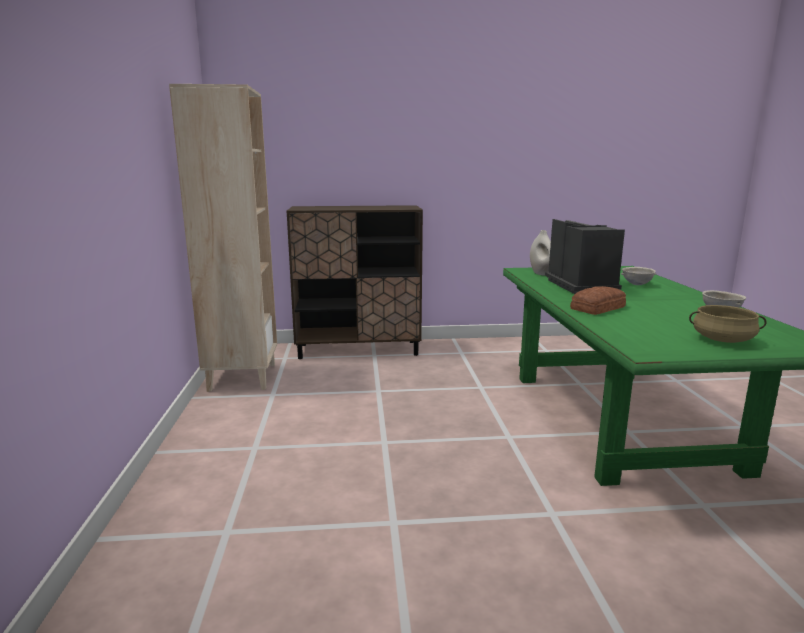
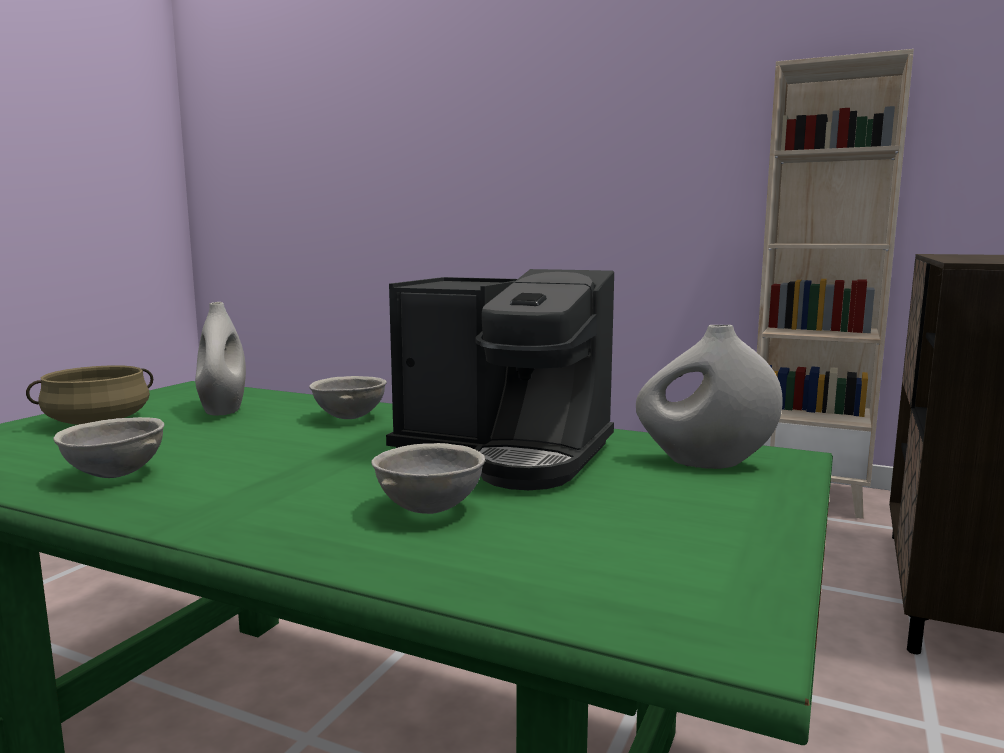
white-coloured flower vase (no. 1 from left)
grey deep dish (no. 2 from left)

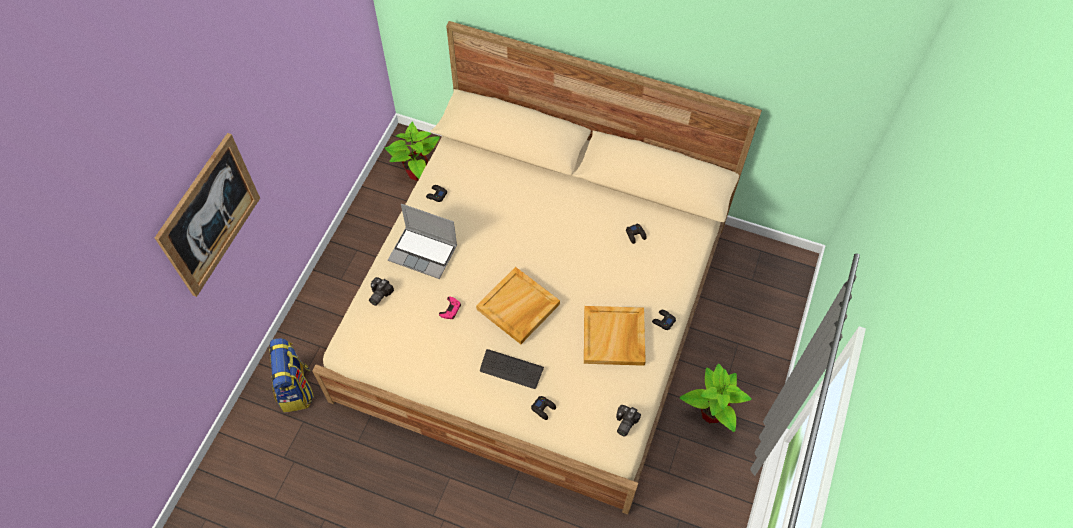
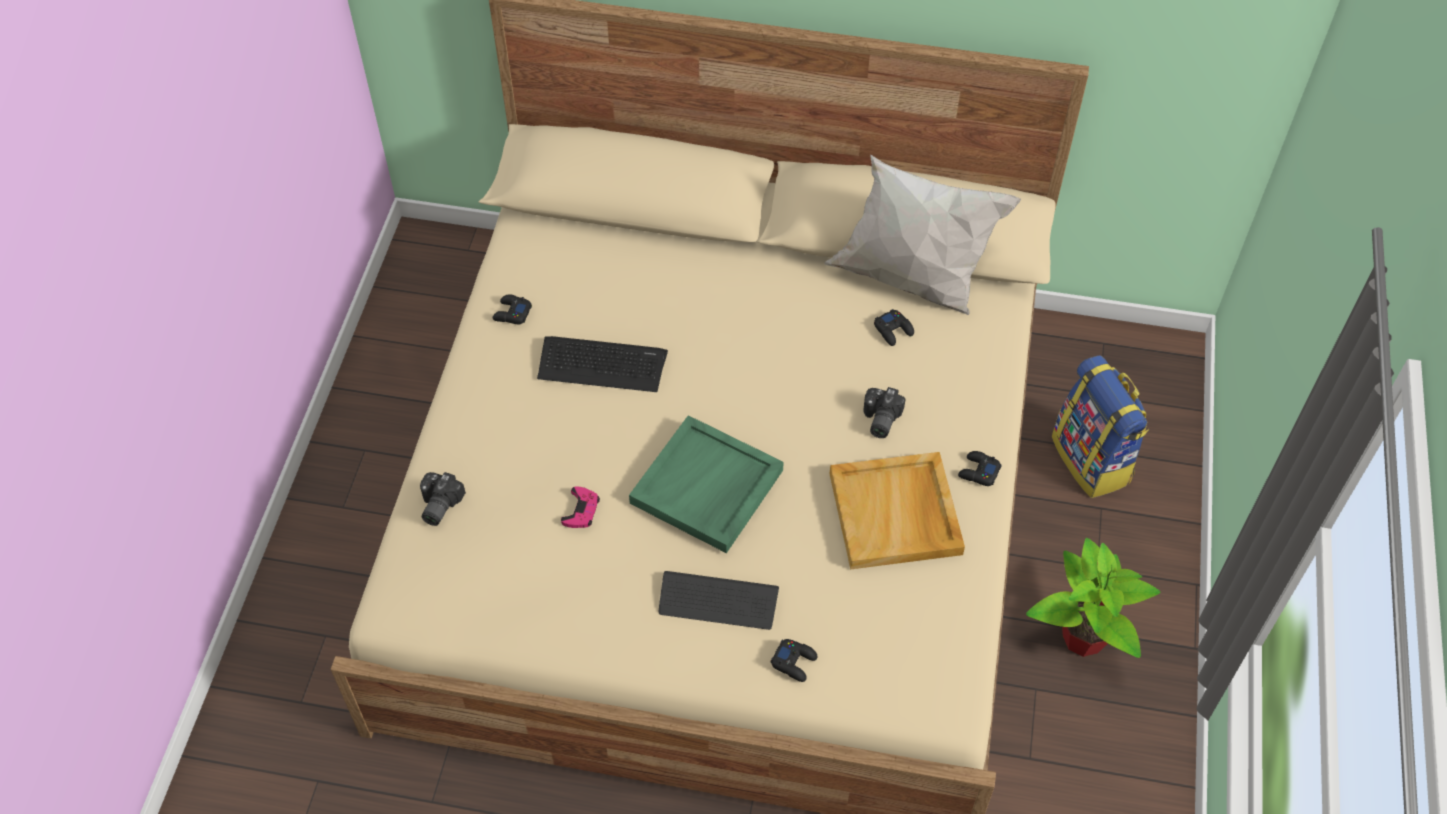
keyboard (no. 1 from left)
green-coloured carrying tray
white-coloured pillow
photo camera (no. 2 from left)
knapsack
wall art
potted plant (no. 1 from left in the first image)
portable computer

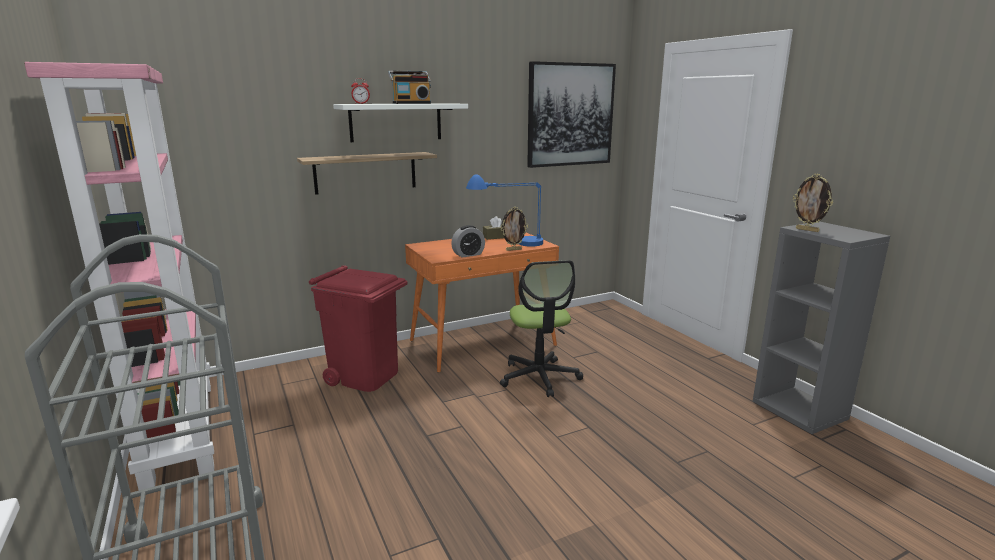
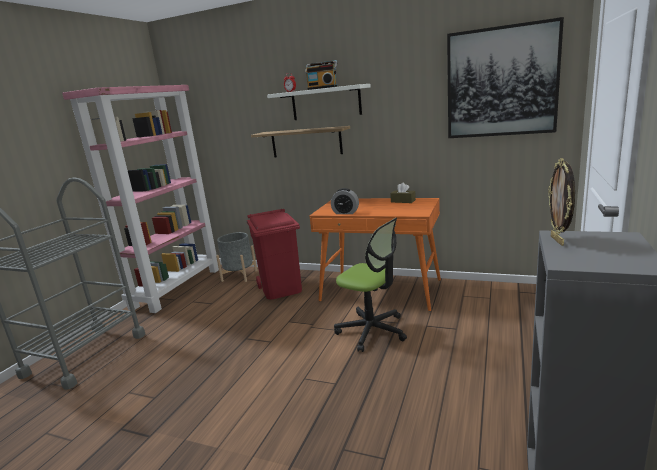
grey planter
computer chair
blue-coloured tabletop lamp
photo frame (no. 1 from left in the first image)

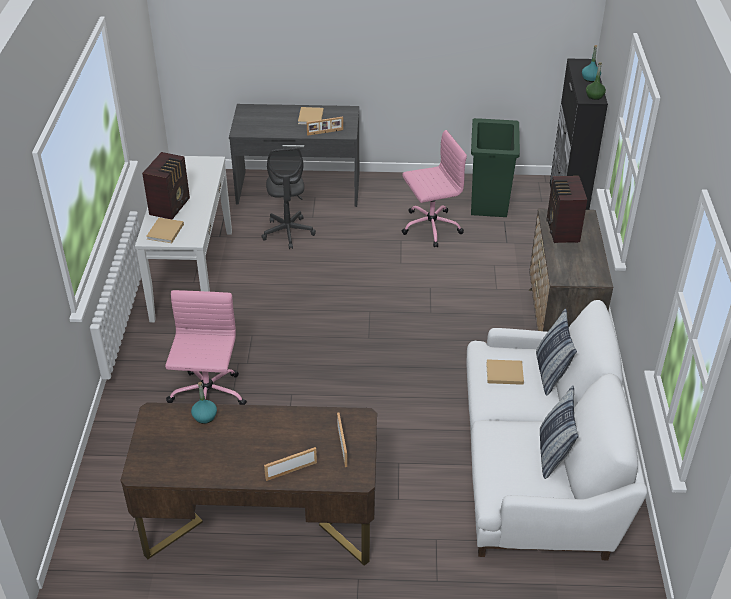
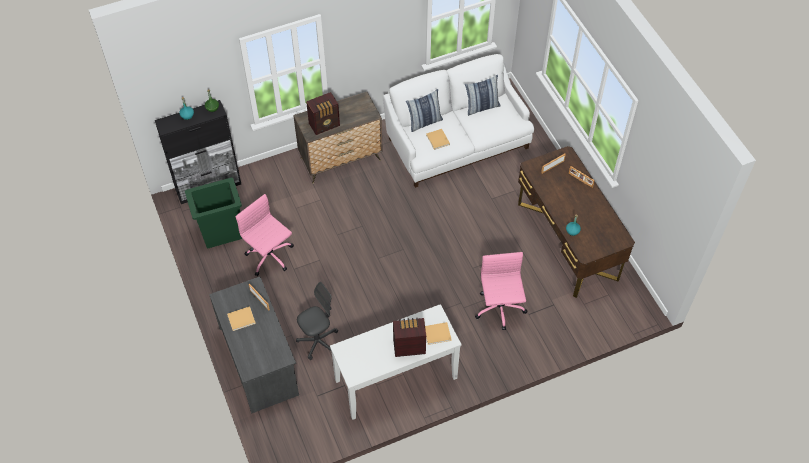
pinkish computer chair (no. 2 from left)

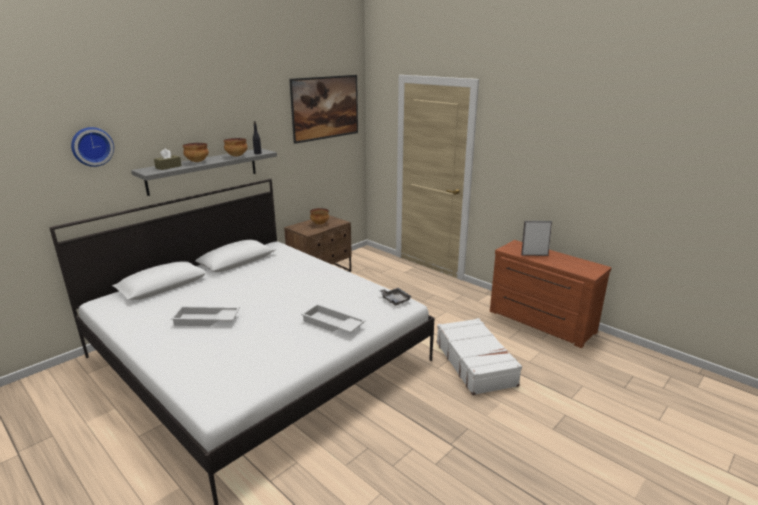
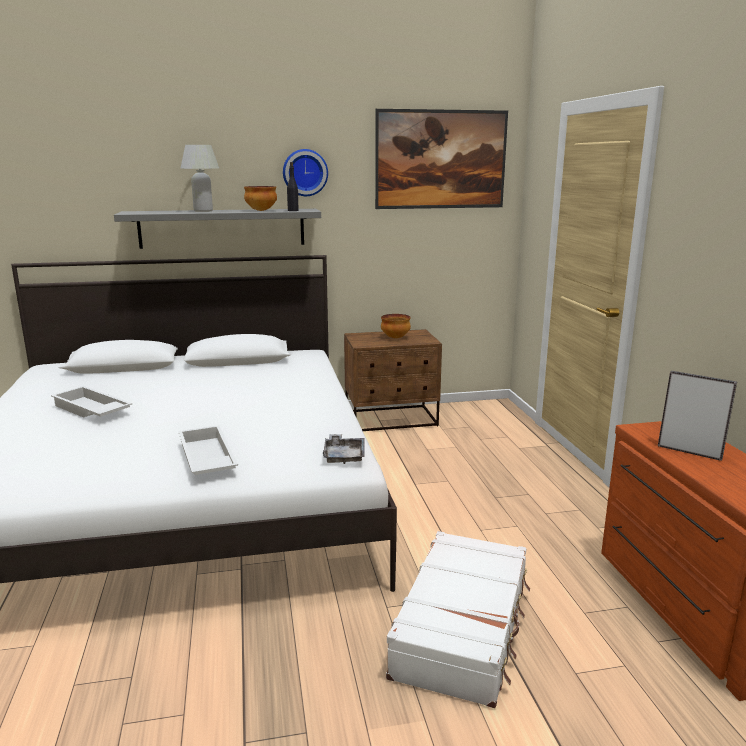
white-coloured tabletop lamp
clock on the wall
brown tissue holder

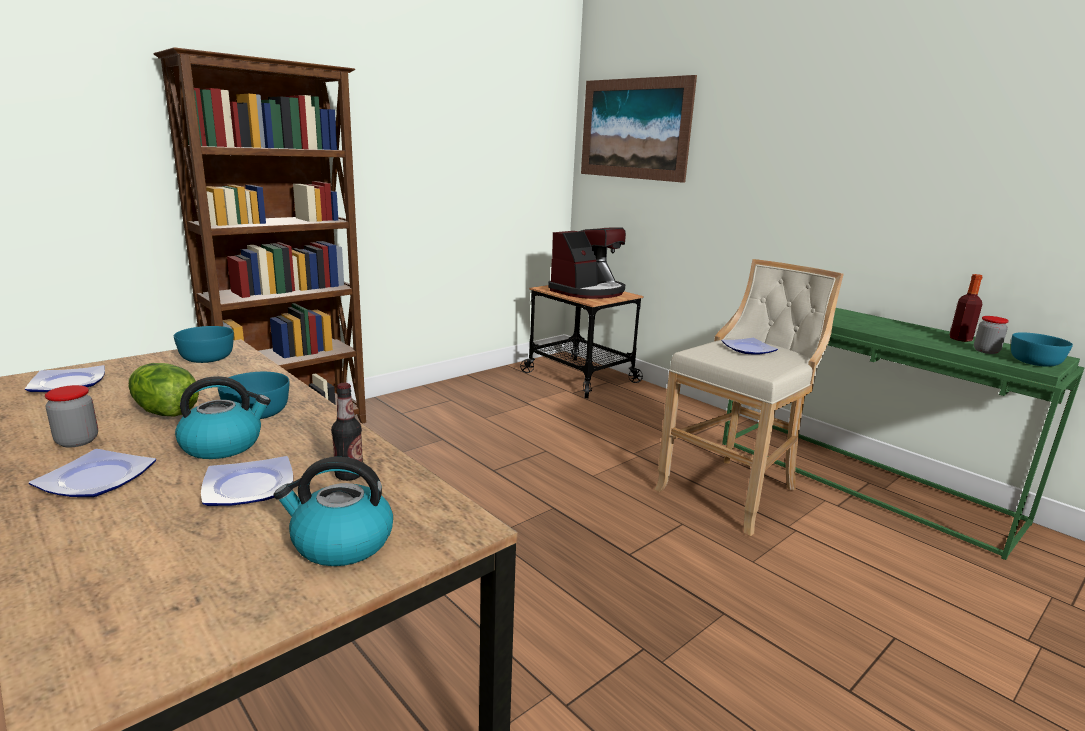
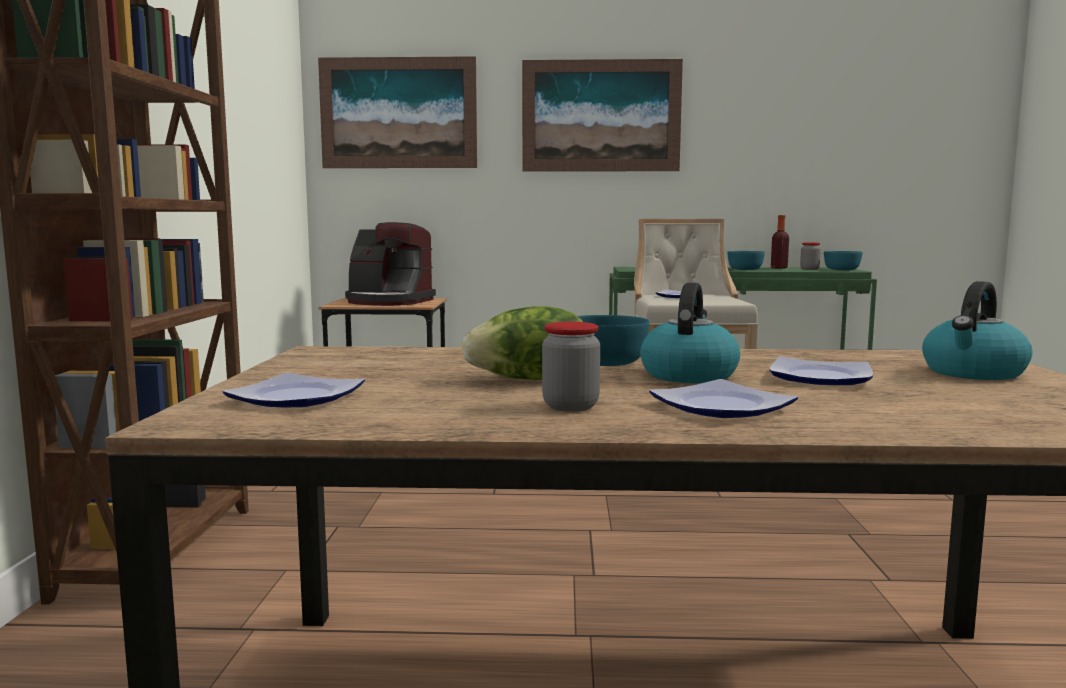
coffee machine
wall art (no. 2 from left)
turquoise-coloured deep dish (no. 2 from left)
drink bottle (no. 1 from left in the first image)

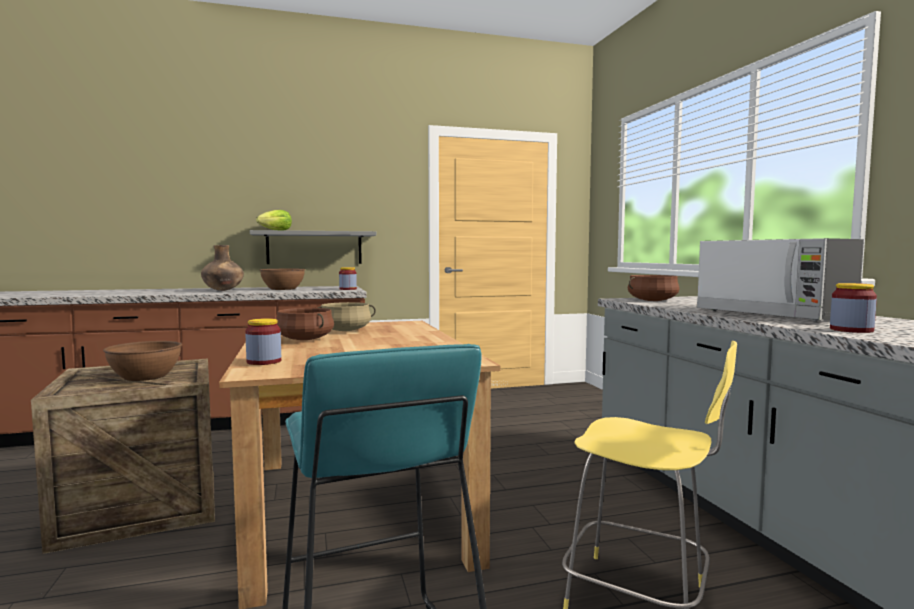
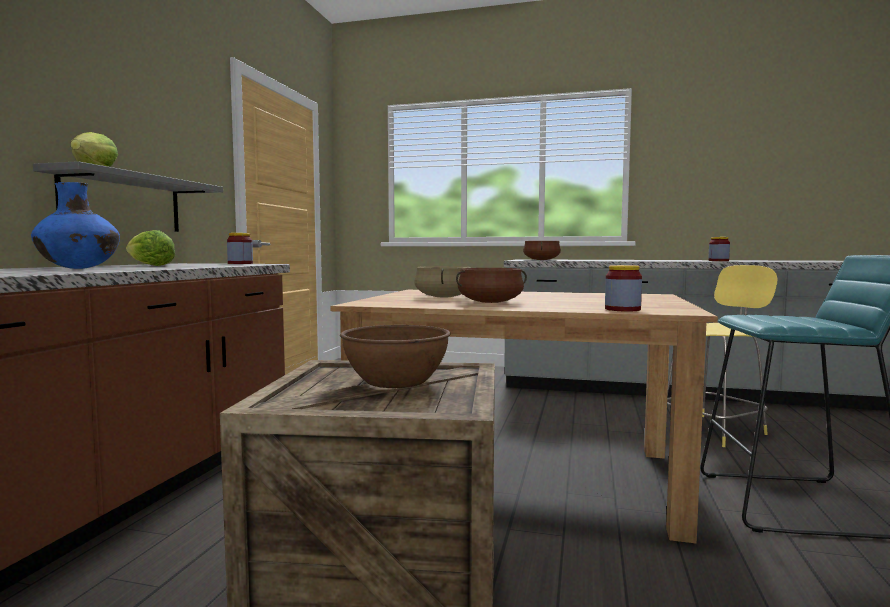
blue-coloured flower vase
lettuce head (no. 2 from left)
microwave

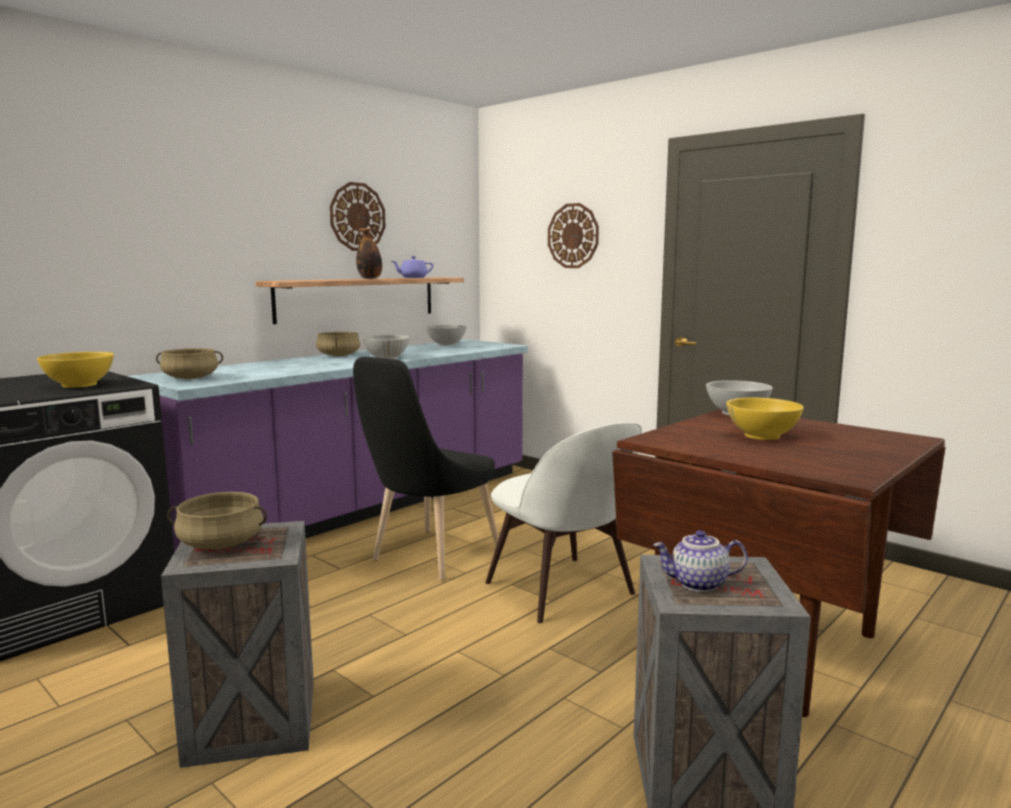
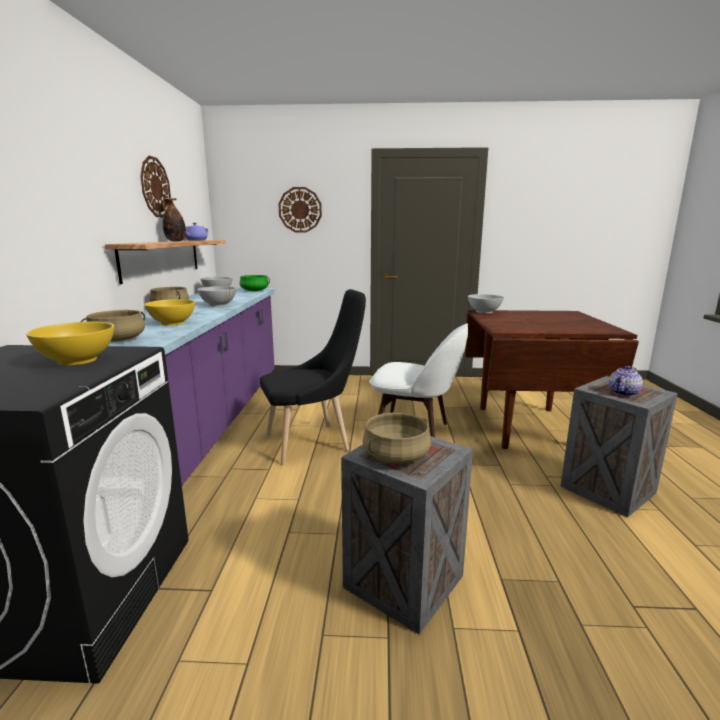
yellowish deep dish (no. 2 from left)
green-coloured saucepot
black-coloured chair

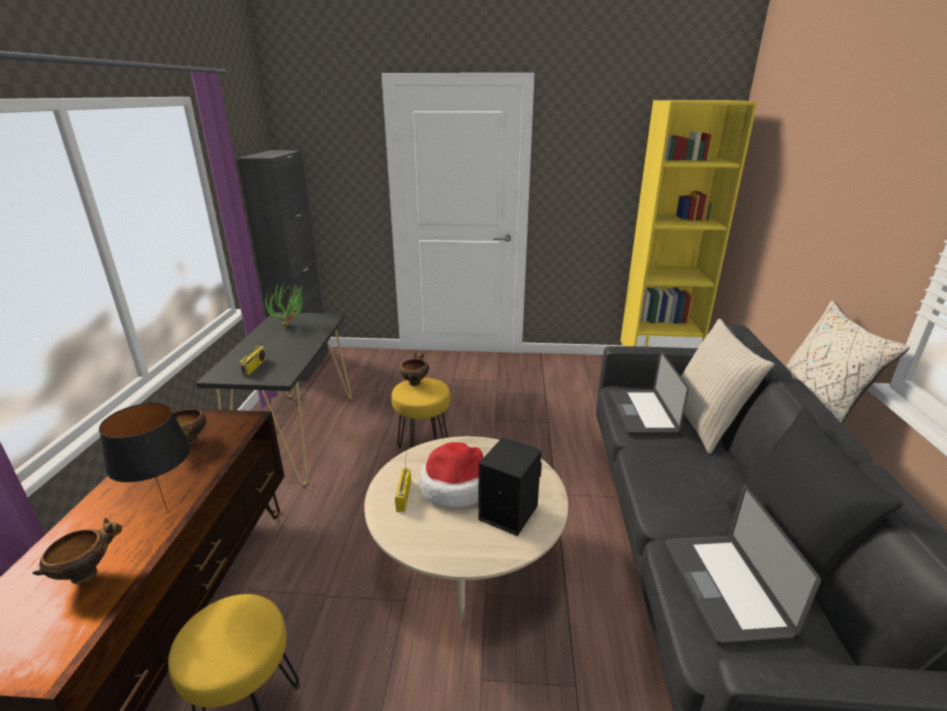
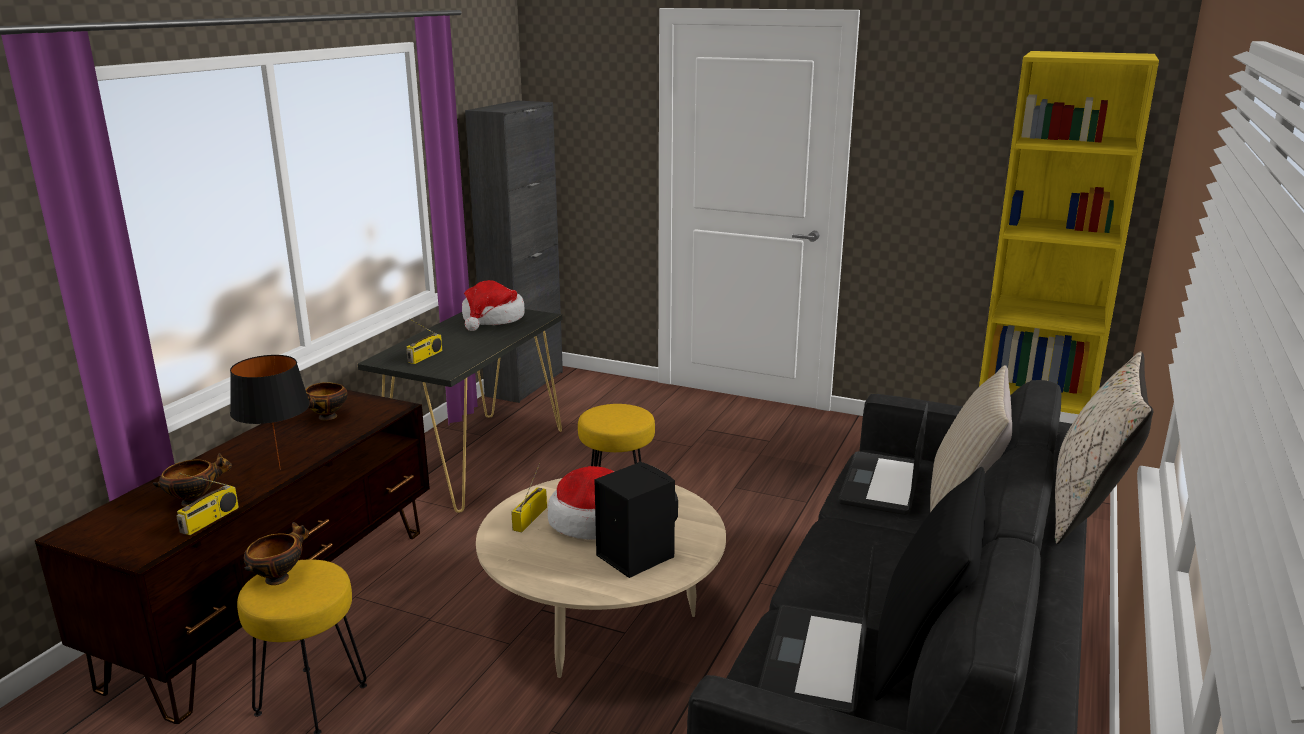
radio receiver (no. 1 from left)
deep dish (no. 2 from left)
clothing hat (no. 1 from left)

